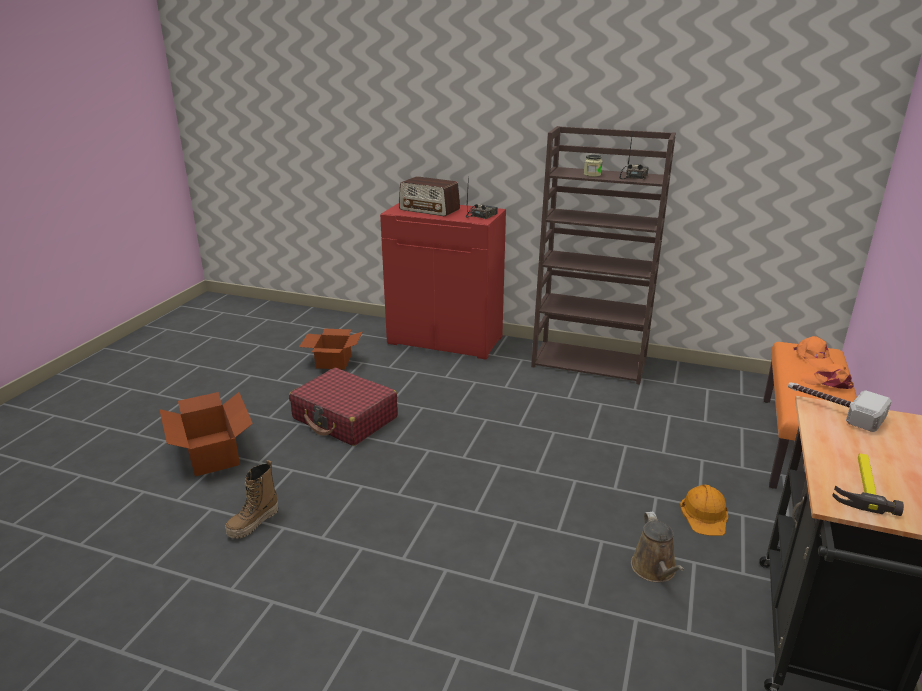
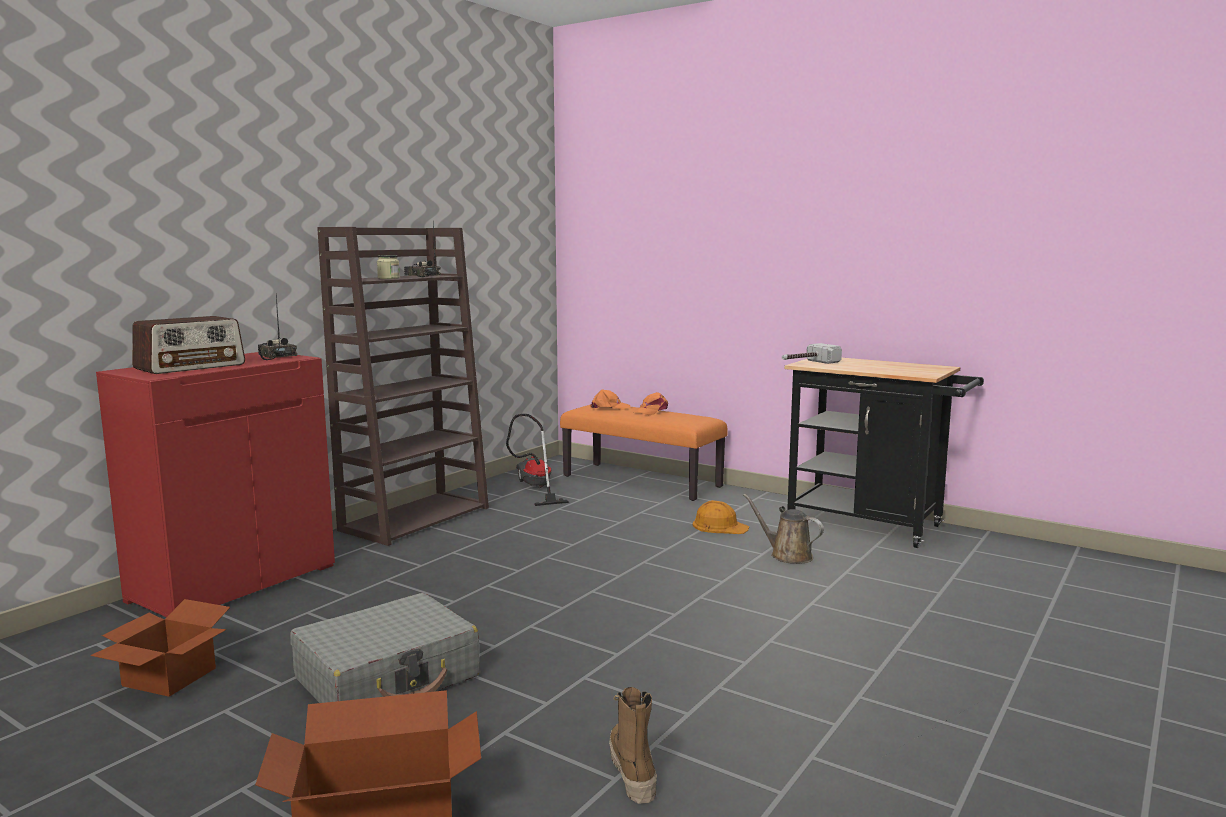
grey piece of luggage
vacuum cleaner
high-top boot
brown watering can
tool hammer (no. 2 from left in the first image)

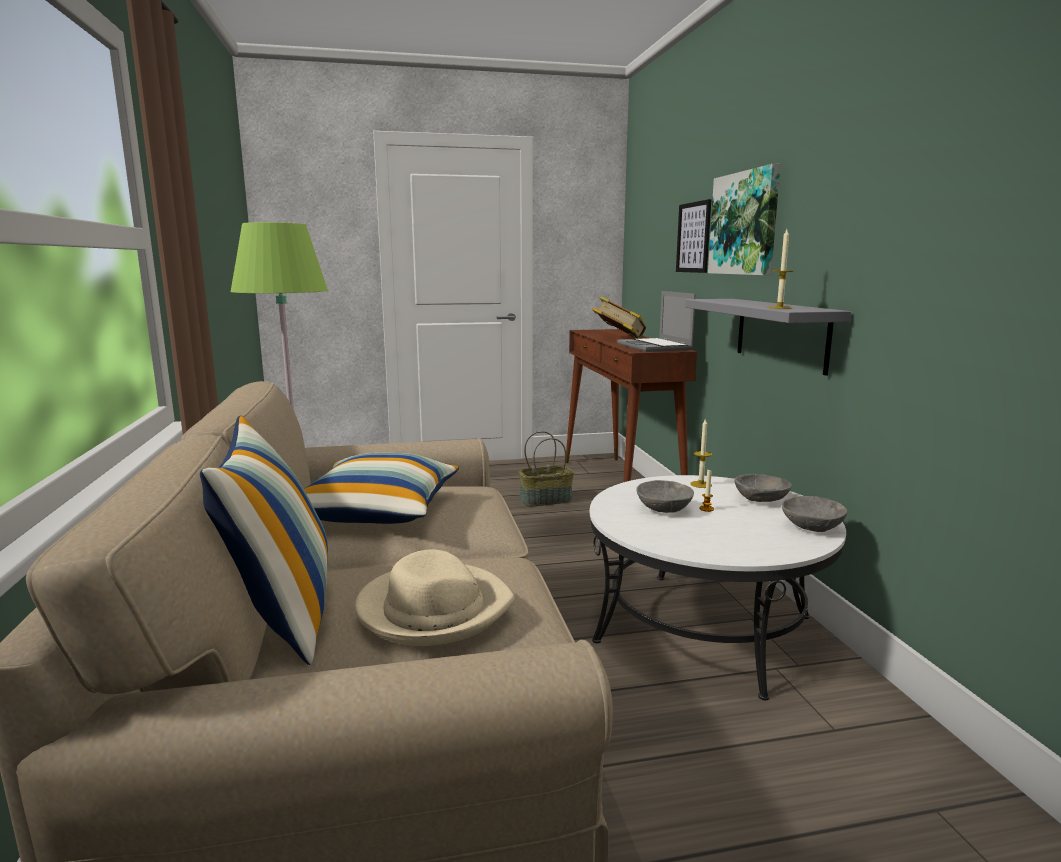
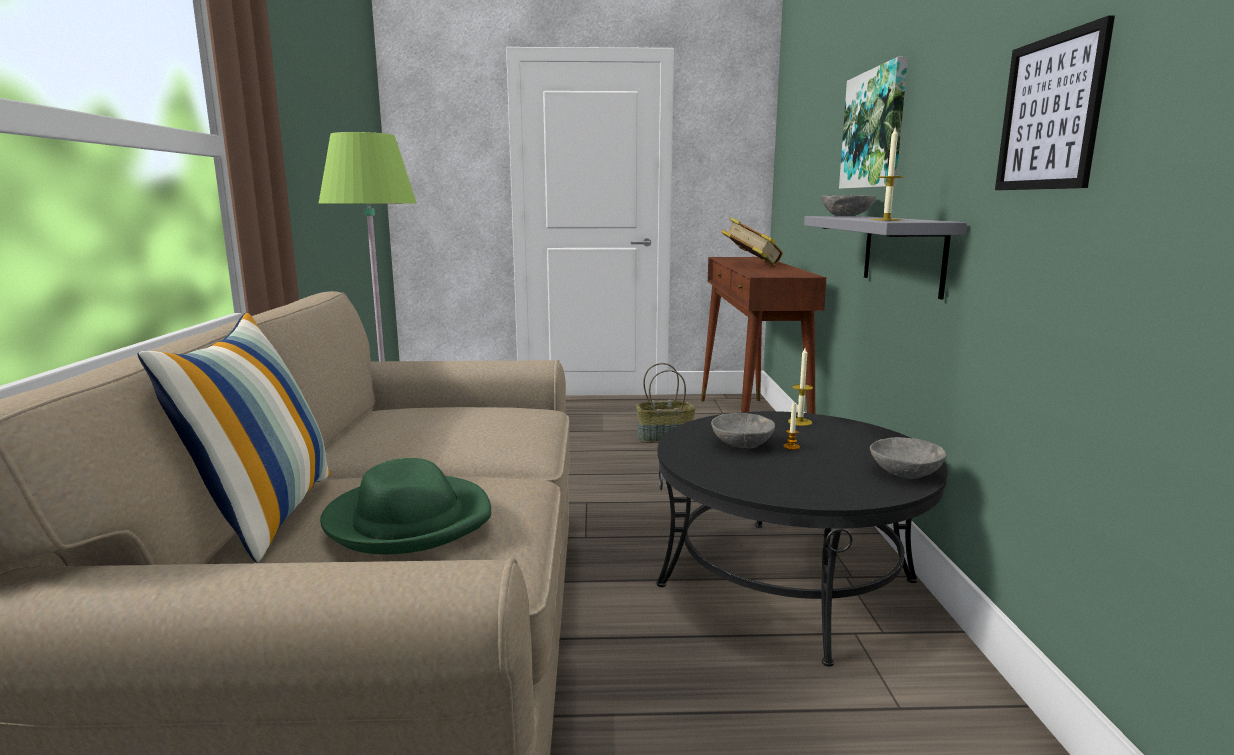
green-coloured clothing hat
black-coloured coffee table
grey deep dish (no. 2 from left)
wall art (no. 2 from left)
pillow (no. 2 from left in the first image)
portable computer

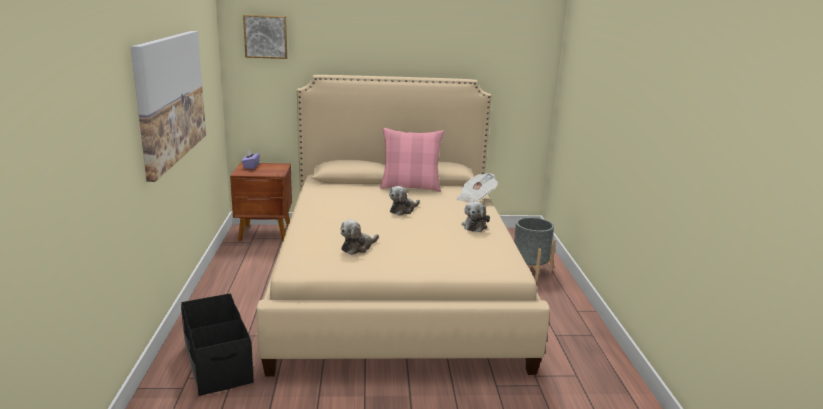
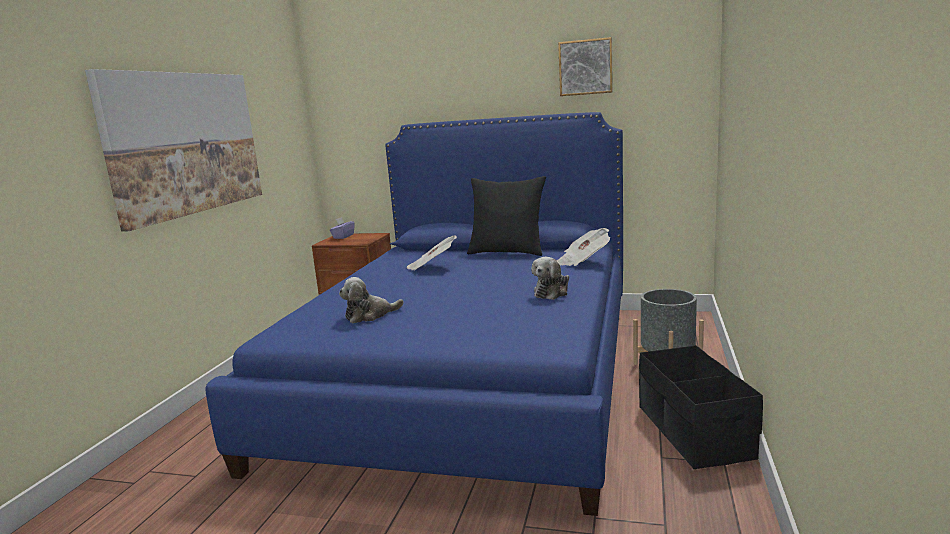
blue-coloured bed
newspaper (no. 1 from left)
black-coloured pillow
wall art (no. 2 from left)
black-coloured storage bin
soft toy (no. 2 from left in the first image)

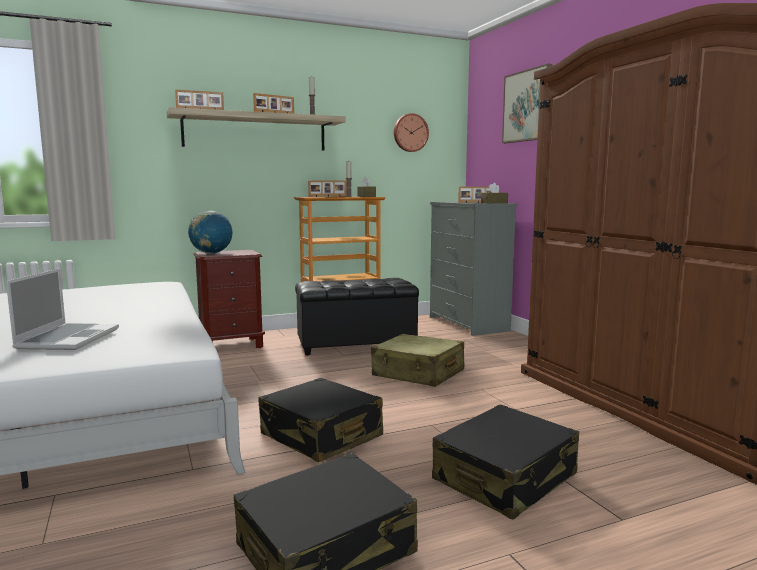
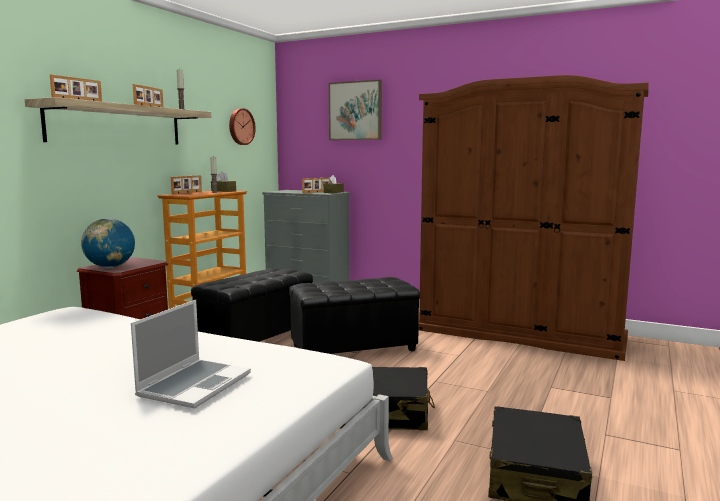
portable computer
black-coloured pouffe (no. 2 from left)
black-coloured piece of luggage (no. 3 from left in the first image)

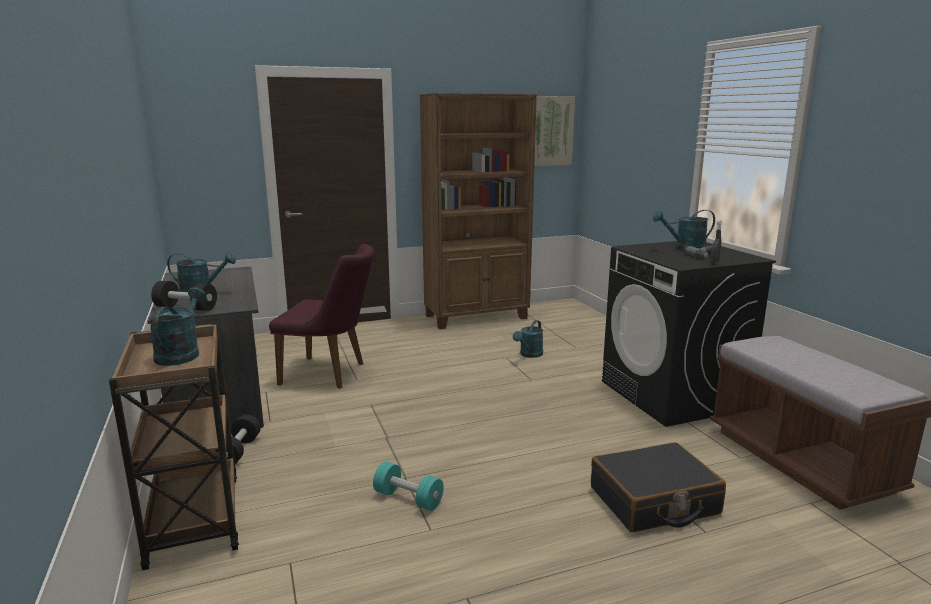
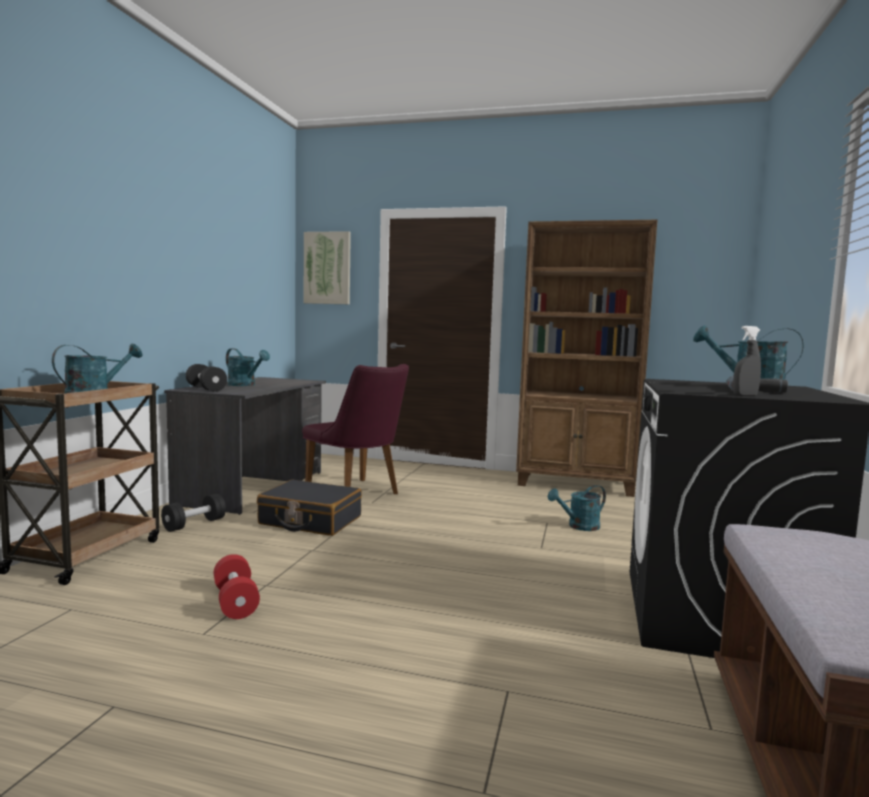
red free weight
black-coloured piece of luggage
wall art

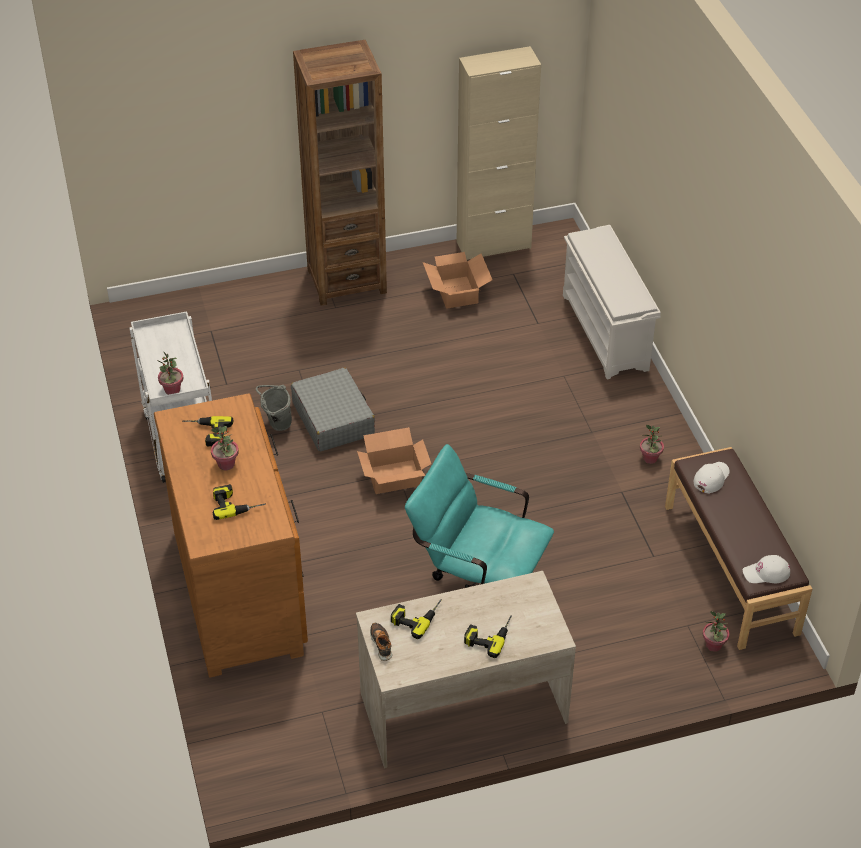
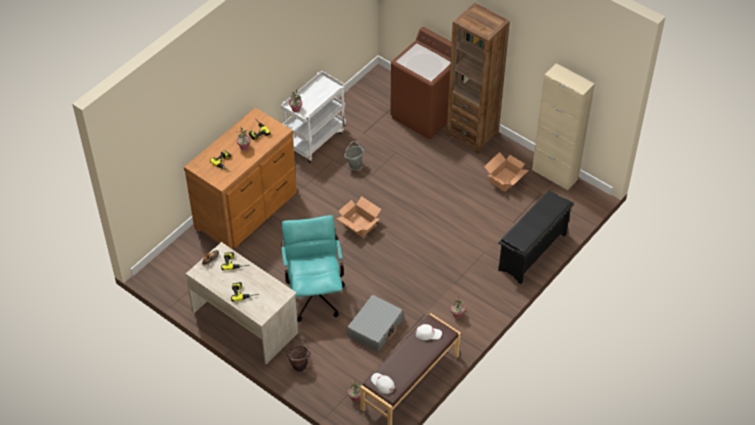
brown pail
grey piece of luggage
brown laundry machine
black-coloured shoe shelf

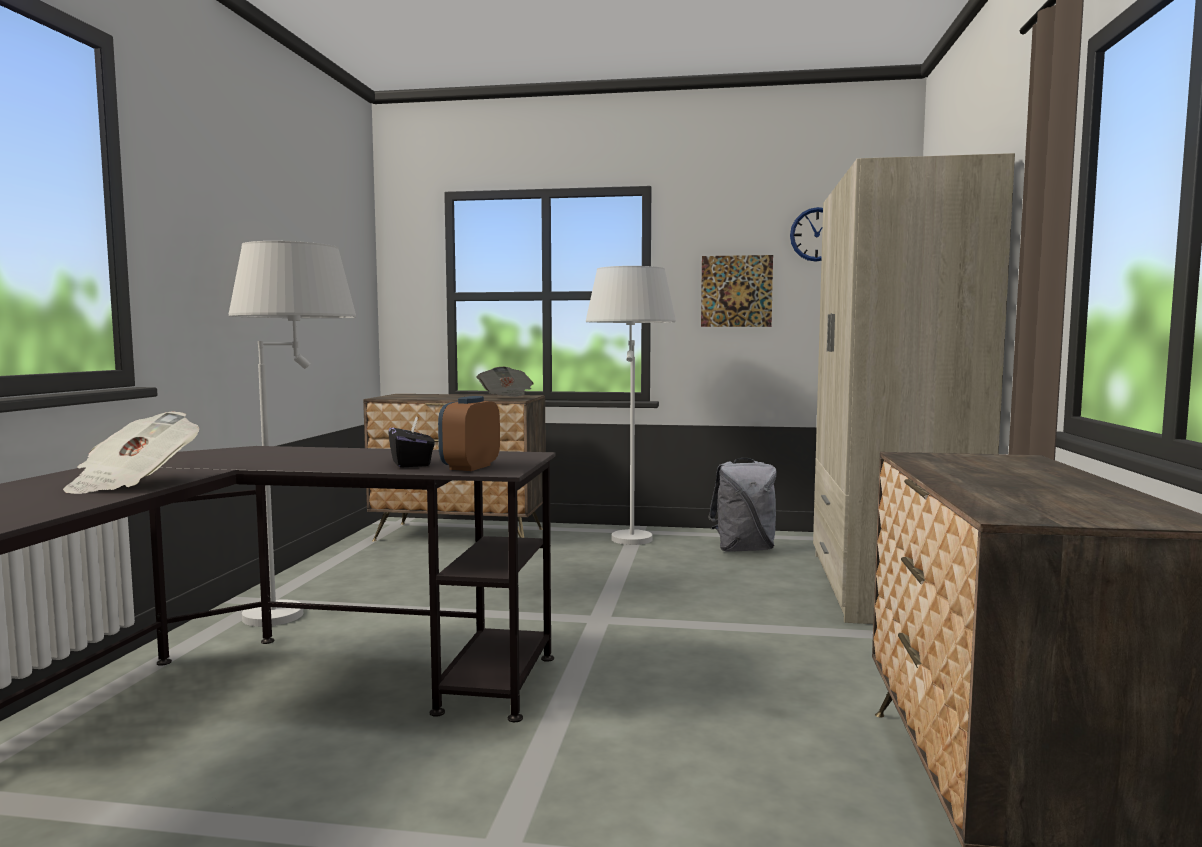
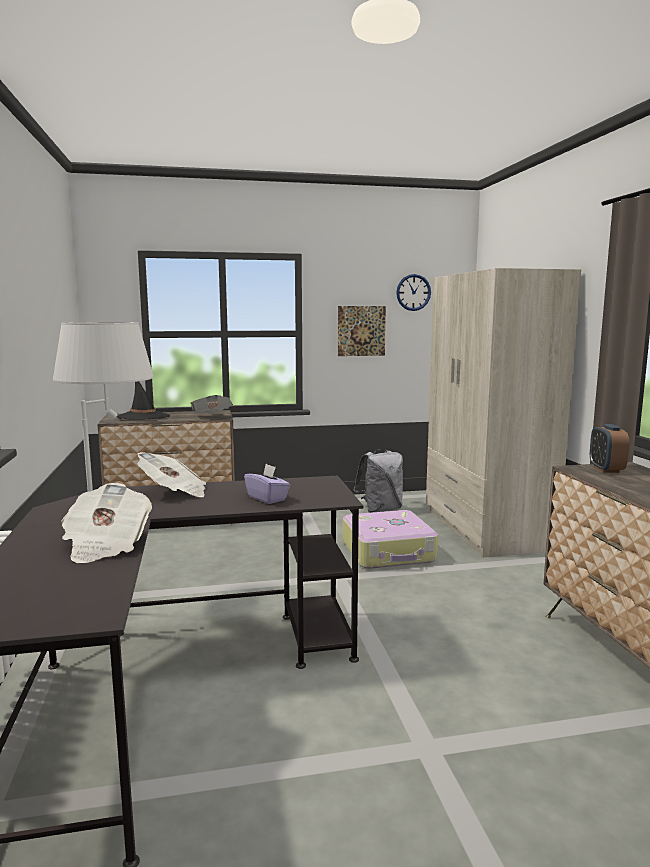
black-coloured clothing hat
newspaper (no. 2 from left)
purplish tissue holder
piece of luggage
table clock
white-coloured floor lamp (no. 2 from left in the first image)

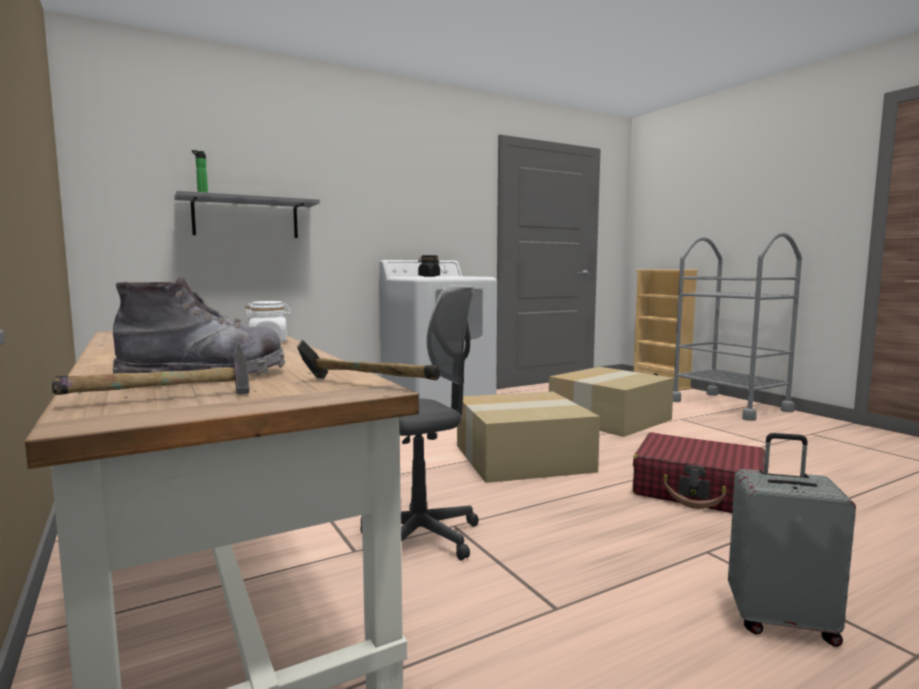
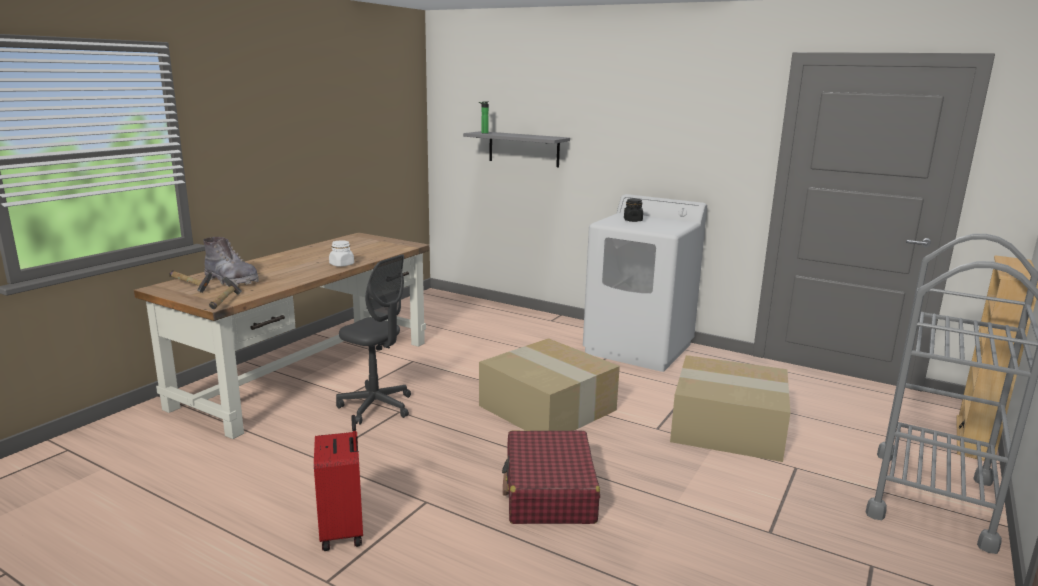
red piece of luggage (no. 1 from left)

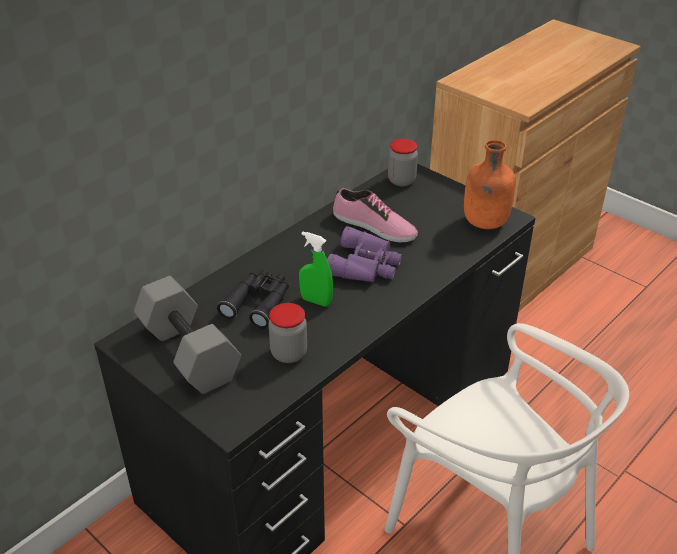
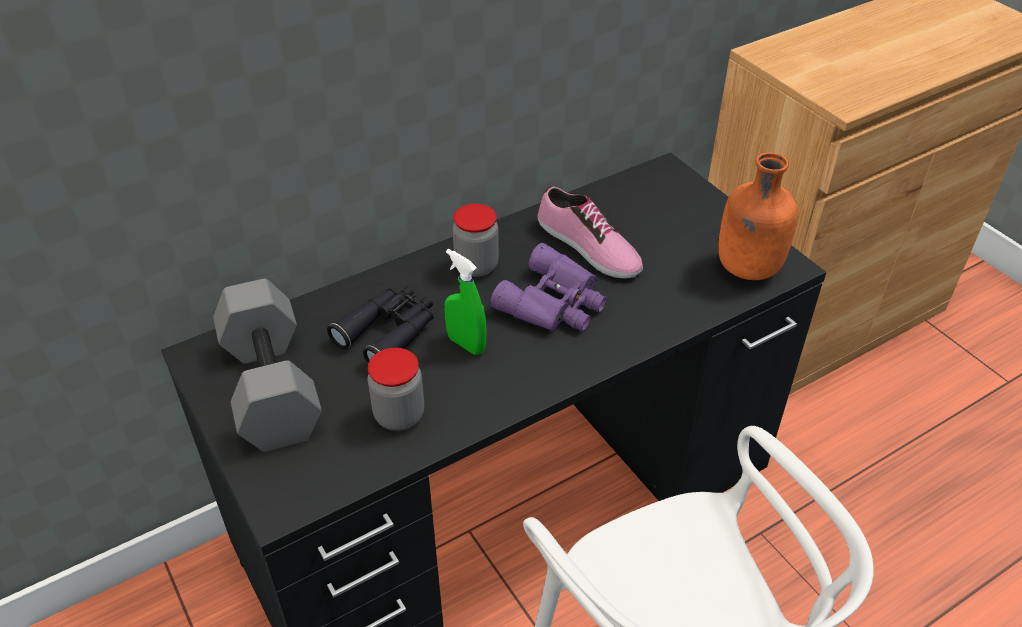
preserve jar (no. 2 from left)

